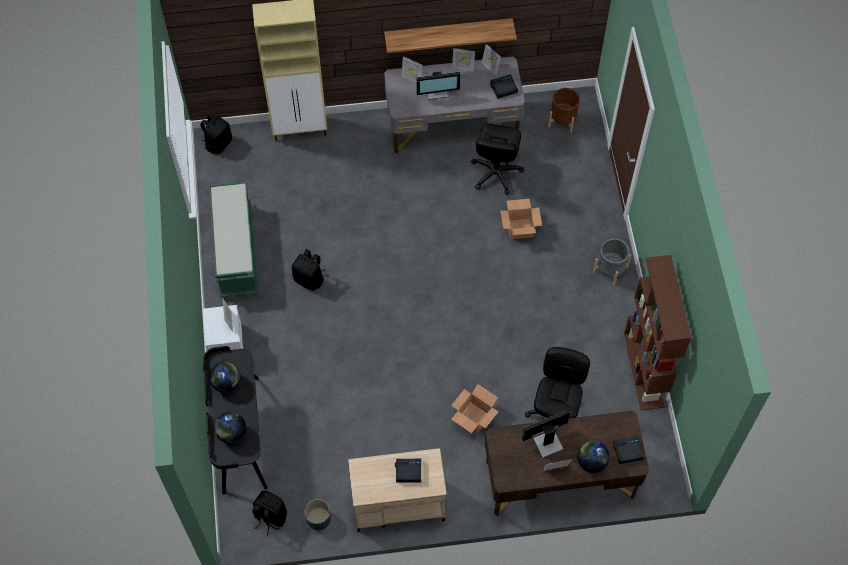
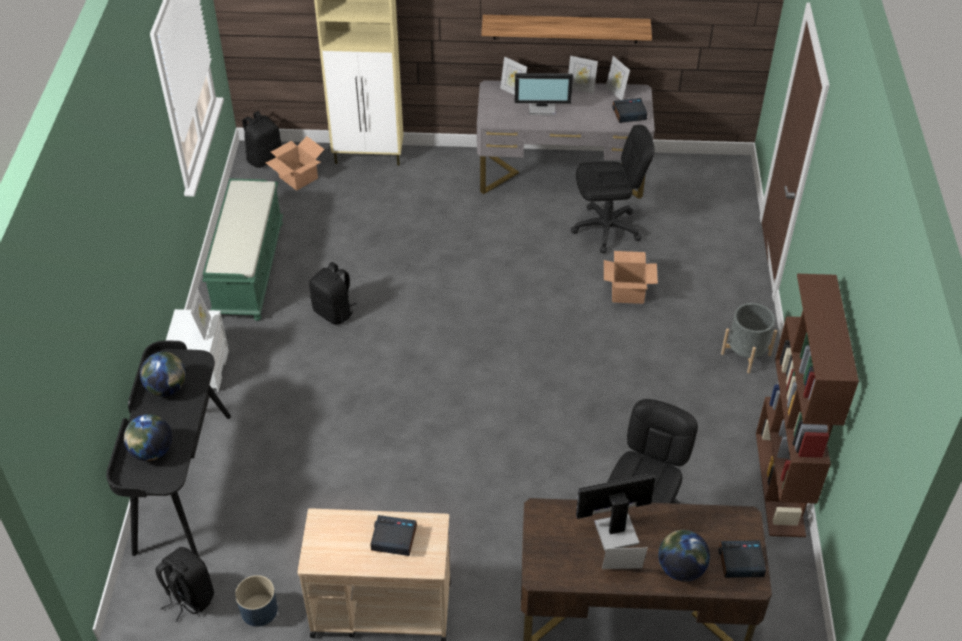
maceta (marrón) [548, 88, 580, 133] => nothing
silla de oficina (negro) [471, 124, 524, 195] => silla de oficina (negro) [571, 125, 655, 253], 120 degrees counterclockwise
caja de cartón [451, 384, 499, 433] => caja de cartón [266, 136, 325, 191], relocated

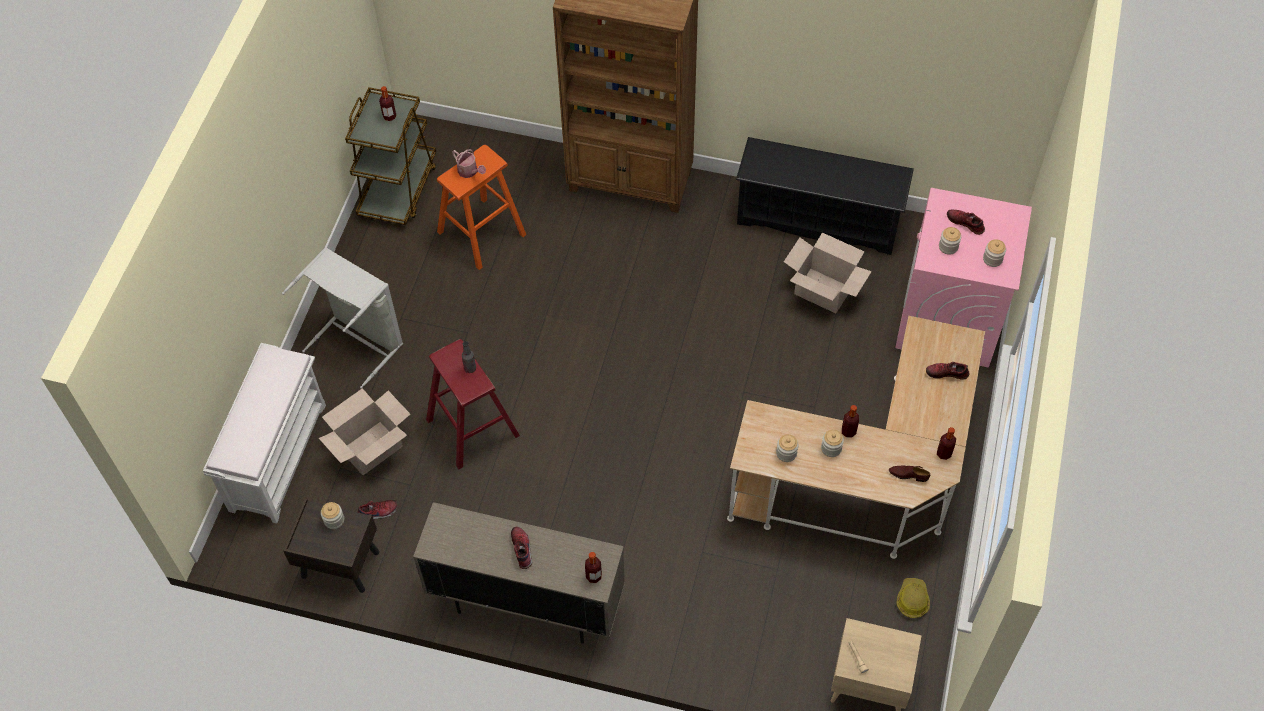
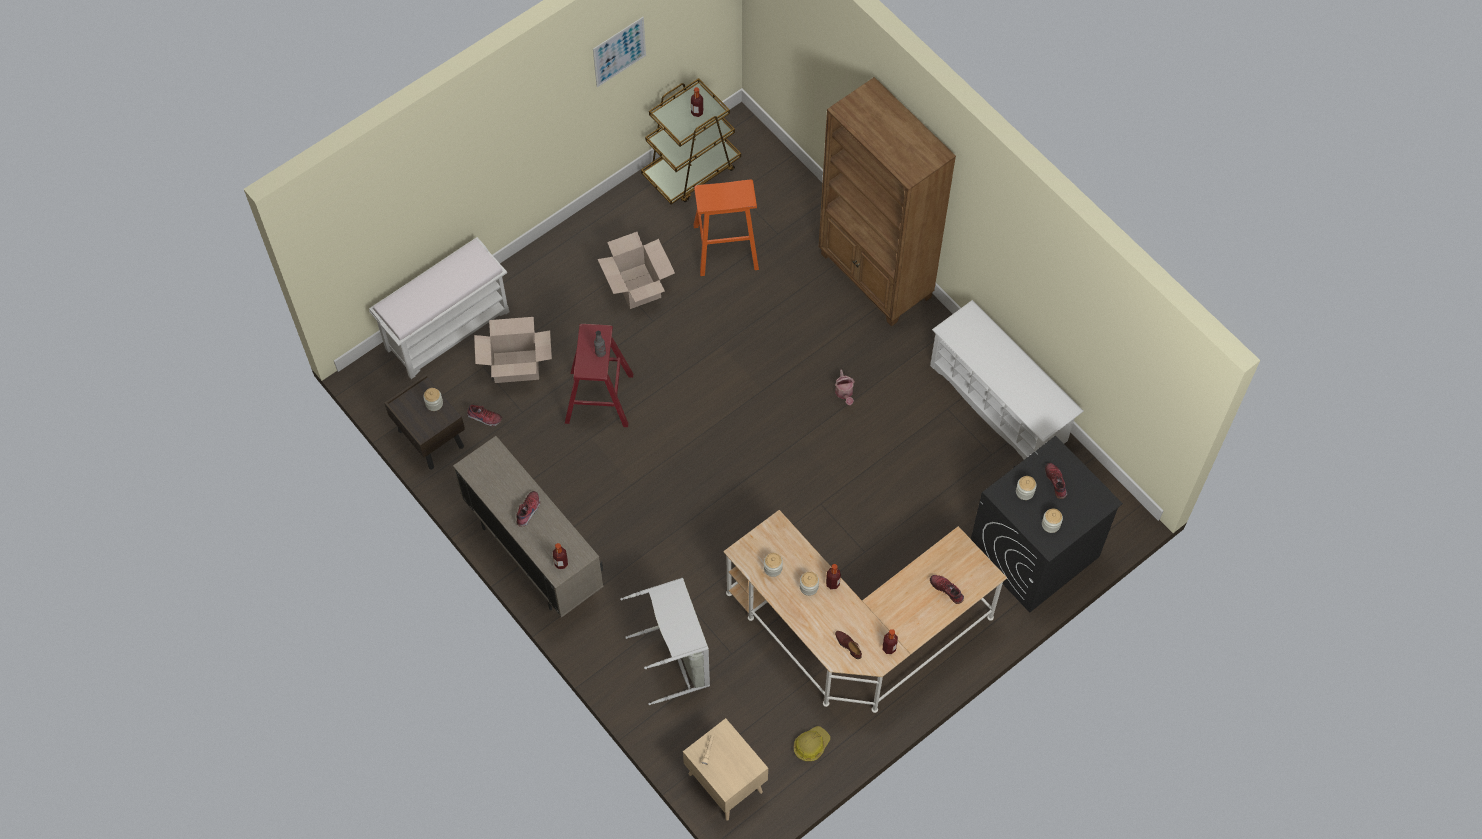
zapatero (negro) [736, 137, 914, 255] => zapatero (blanco) [930, 300, 1084, 460]
regadera [452, 149, 486, 178] => regadera [835, 370, 855, 405], relocated
lavadora (rosa) [895, 188, 1032, 368] => lavadora (negro) [971, 436, 1123, 613]
caja de cartón [784, 233, 872, 313] => caja de cartón [598, 232, 675, 309], relocated
cesto de la ropa (gris) [282, 247, 403, 389] => cesto de la ropa (gris) [620, 578, 710, 705], relocated
nothing => cuadro [593, 17, 646, 87]

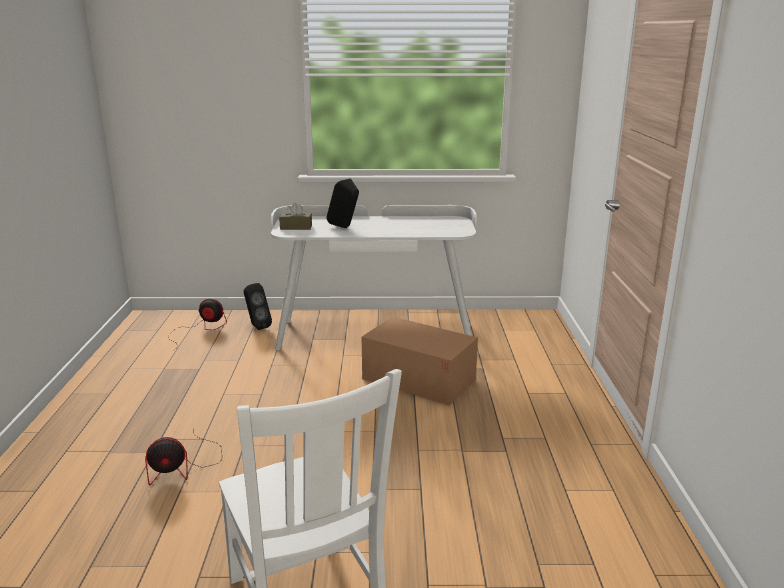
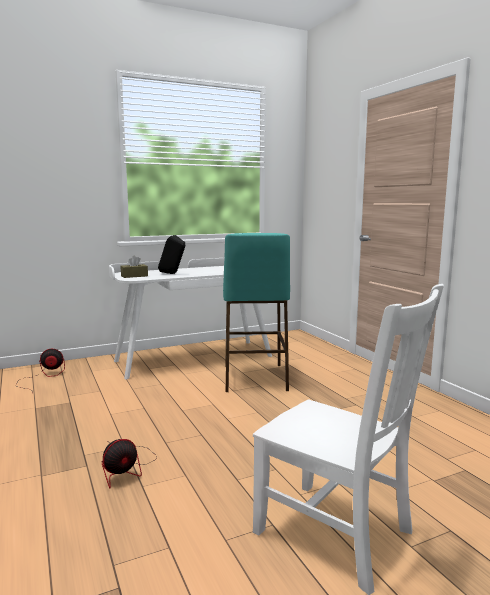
altavoz (negro) [243, 283, 272, 330] => nothing
caja de cartón [362, 317, 478, 405] => taburete (turquesa) [223, 233, 290, 392]

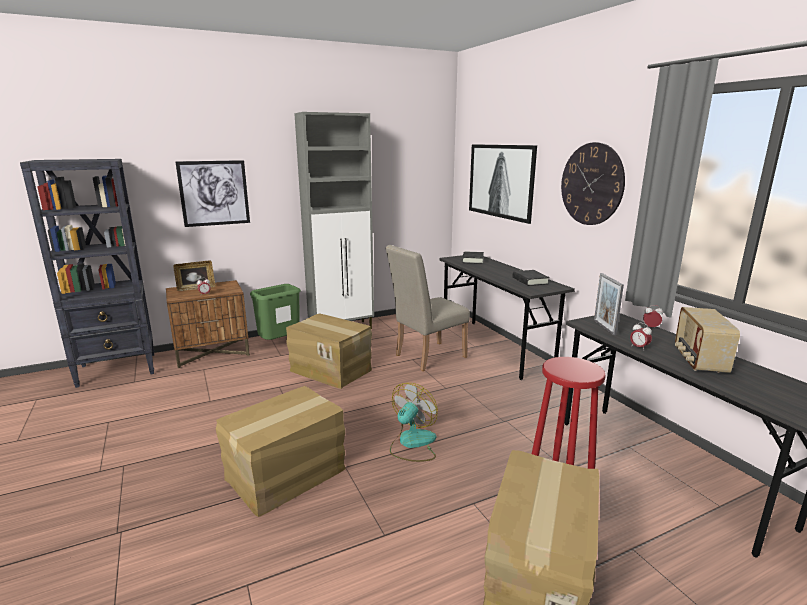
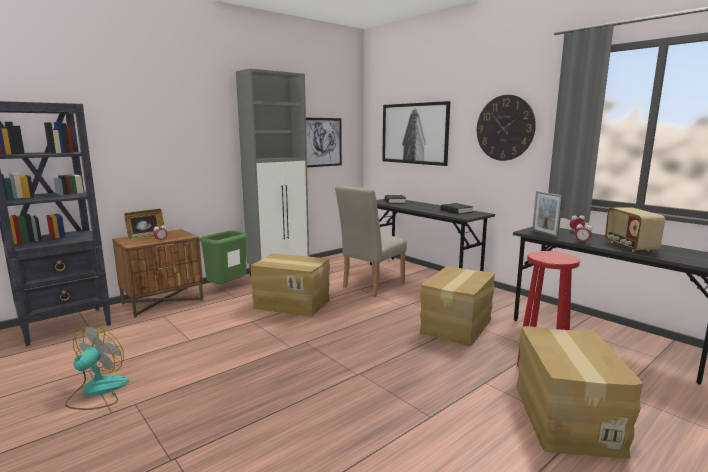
cuadro [176, 160, 250, 227] => cuadro [306, 118, 342, 167], relocated
ventilador [390, 383, 438, 462] => ventilador [65, 326, 129, 410], relocated
caja de cartón [216, 386, 346, 517] => caja de cartón [420, 266, 495, 346], relocated

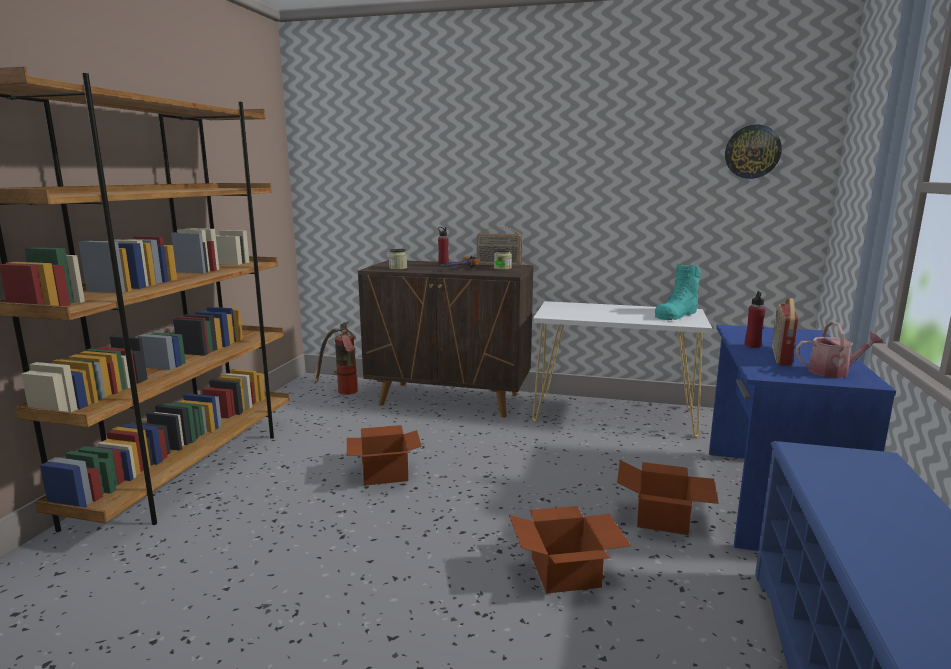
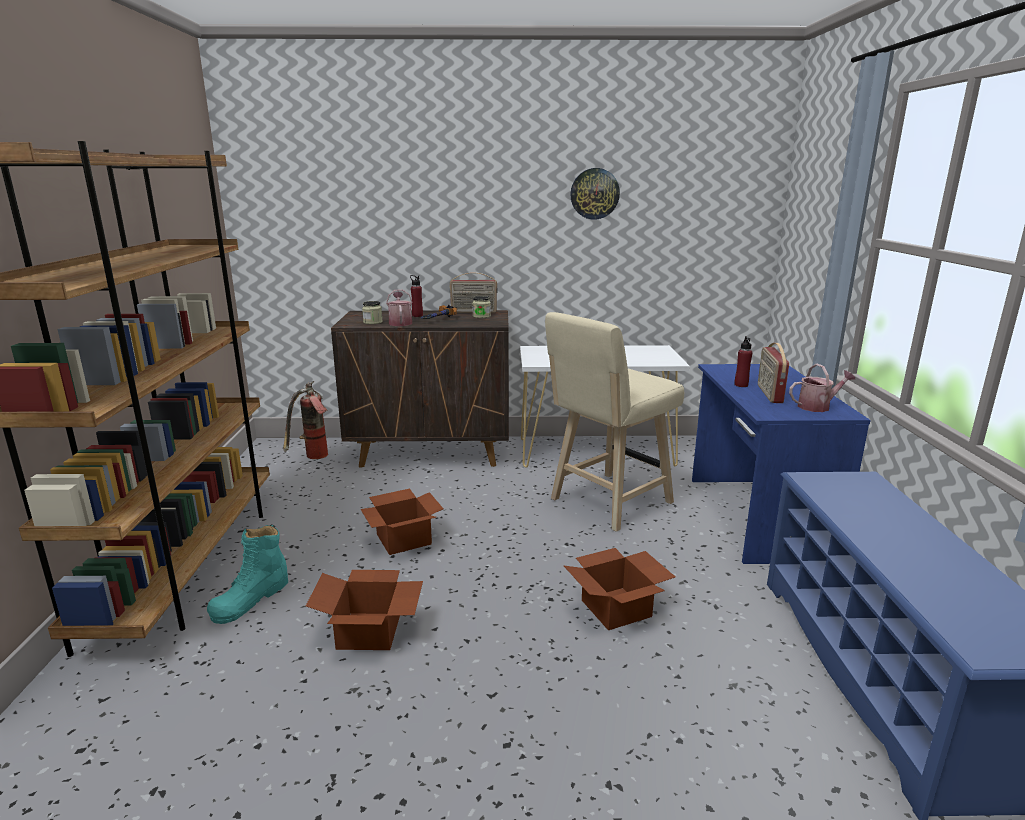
reloj de pared [725, 125, 782, 179] => reloj de pared [570, 168, 620, 219], relocated
bota (turquesa) [655, 263, 701, 320] => bota (turquesa) [207, 525, 288, 624], relocated
caja de cartón [617, 460, 719, 535] => caja de cartón [306, 570, 423, 650], relocated
nothing => regadera [386, 289, 413, 326]
nothing => taburete (beis) [545, 312, 684, 532]

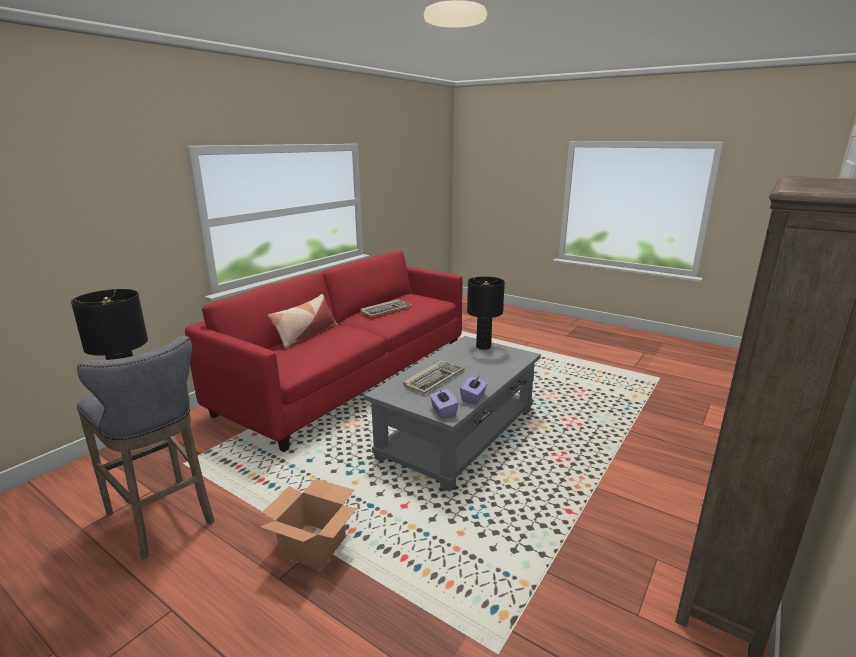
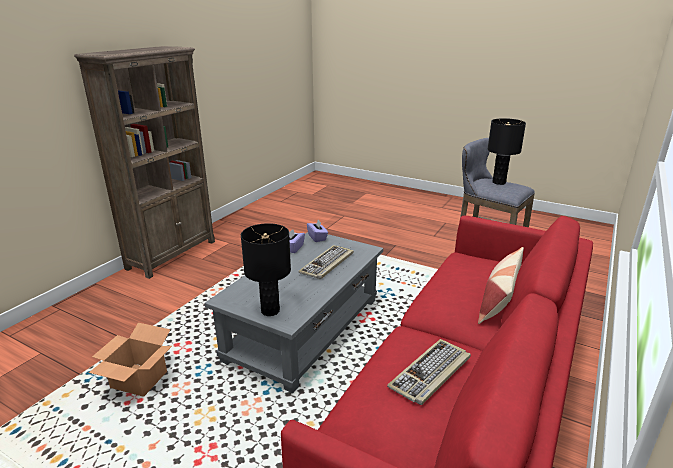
caja de cartón [260, 479, 357, 570] => caja de cartón [89, 323, 172, 397], relocated

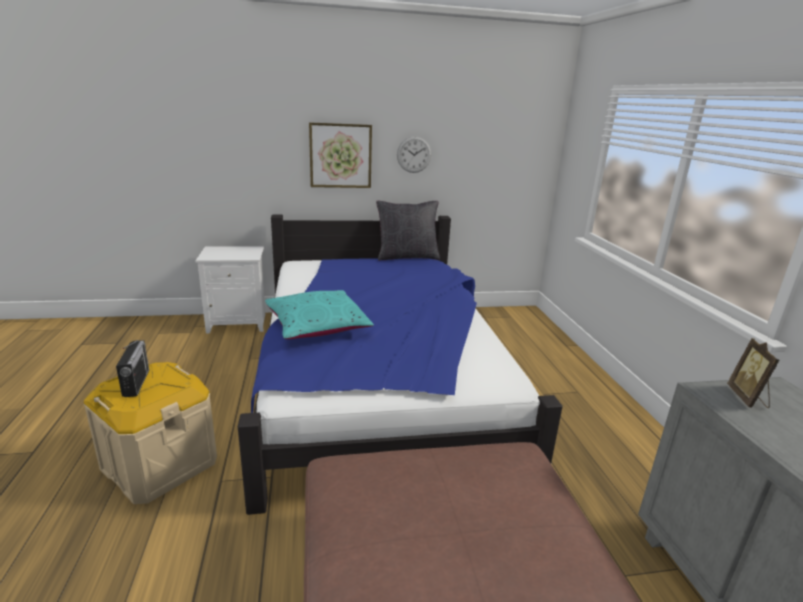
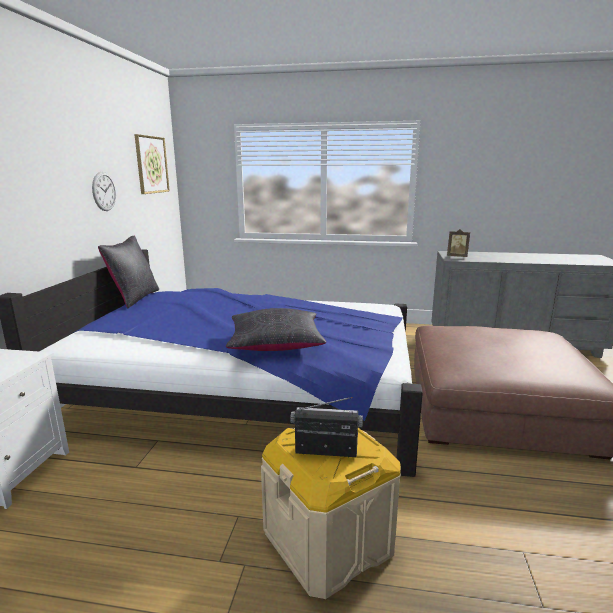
cuadro [309, 122, 372, 188] => cuadro [134, 134, 170, 194], relocated
cojín (turquesa) [265, 290, 374, 339] => cojín (negro) [226, 308, 326, 351]

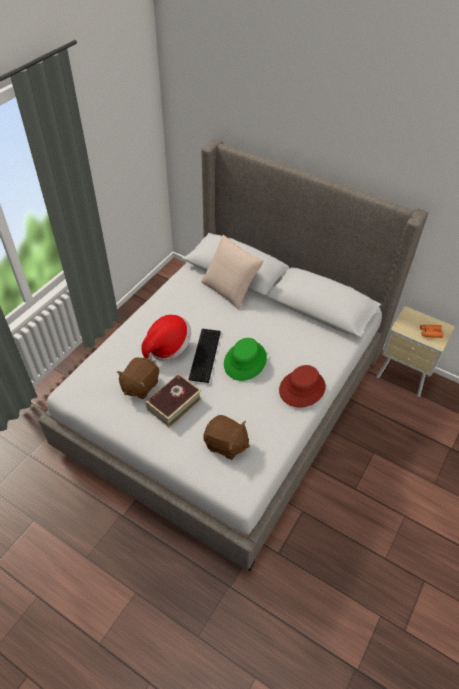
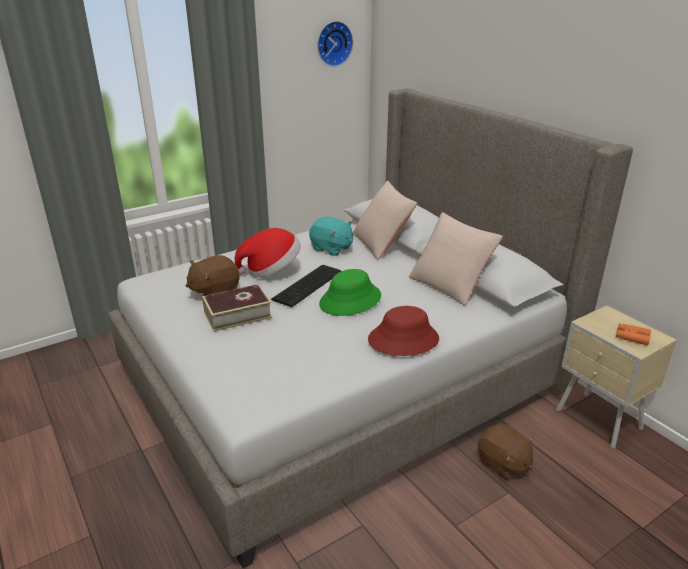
peluche (marrón) [203, 415, 250, 460] => peluche (marrón) [478, 424, 534, 480], relocated
nothing => reloj de pared [317, 21, 353, 66]
nothing => cojín (beis) [409, 212, 503, 306]
nothing => peluche (turquesa) [309, 217, 353, 256]

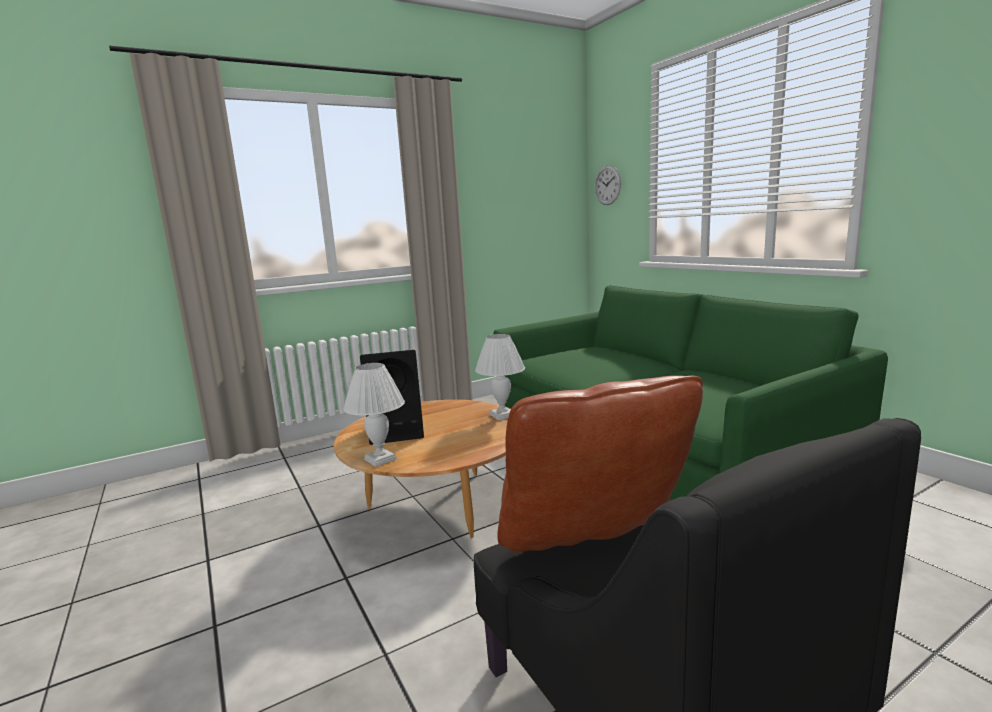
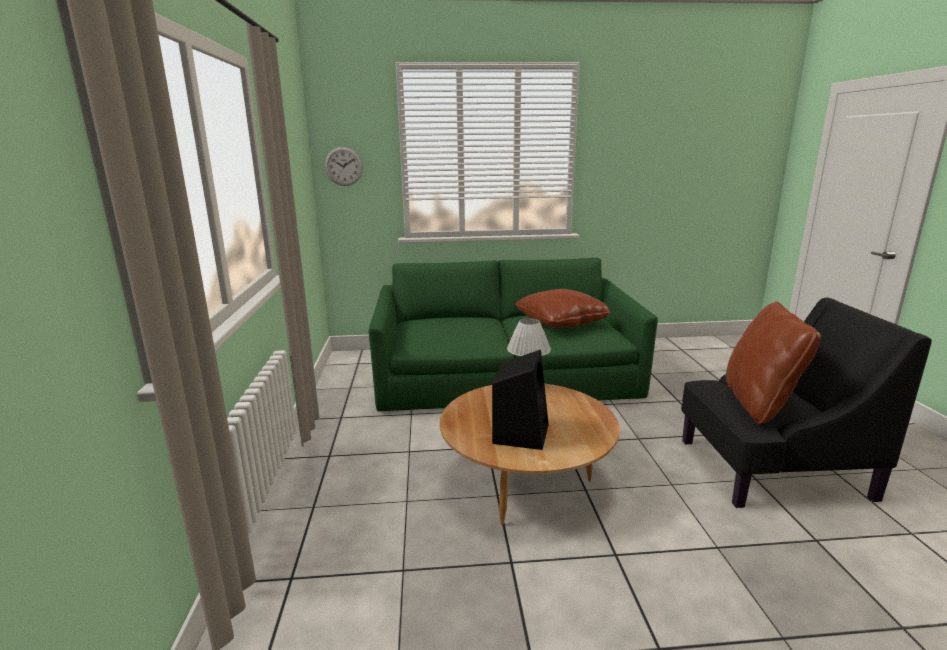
lámpara de mesa (blanco) [343, 363, 405, 467] => nothing
nothing => cojín (marrón) [515, 289, 611, 328]

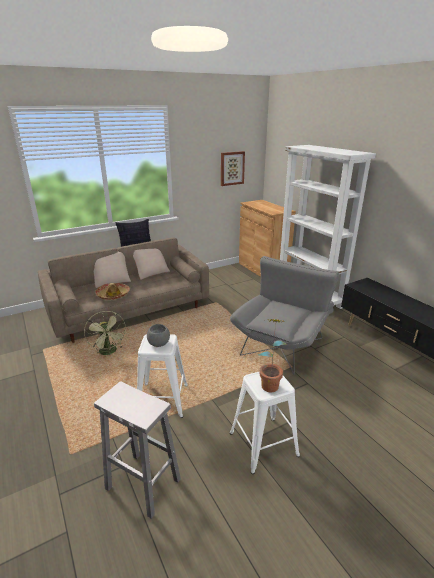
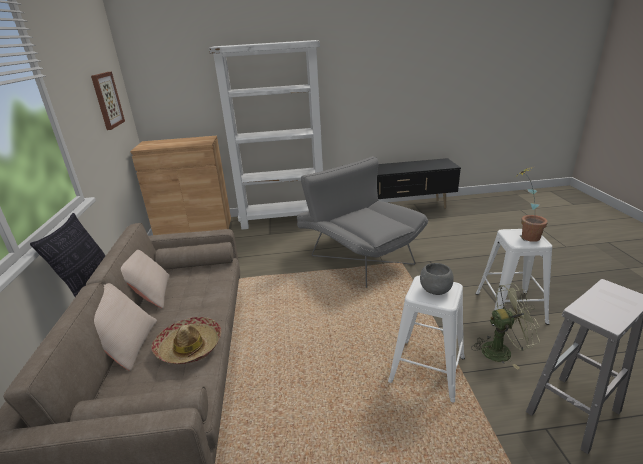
ventilador (verde) [84, 311, 127, 355] => ventilador (verde) [471, 283, 540, 370], relocated

